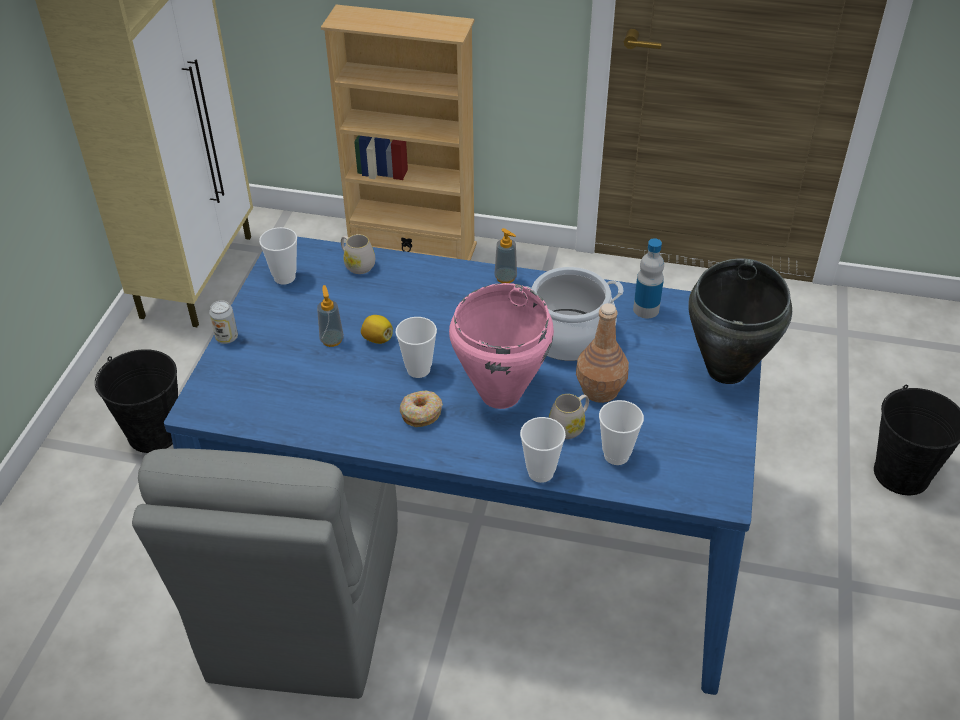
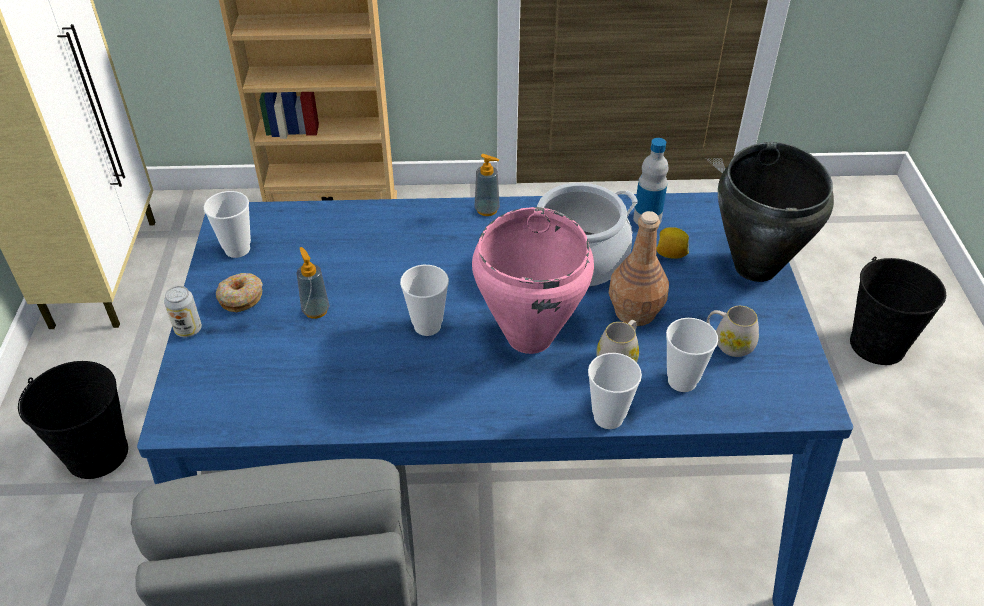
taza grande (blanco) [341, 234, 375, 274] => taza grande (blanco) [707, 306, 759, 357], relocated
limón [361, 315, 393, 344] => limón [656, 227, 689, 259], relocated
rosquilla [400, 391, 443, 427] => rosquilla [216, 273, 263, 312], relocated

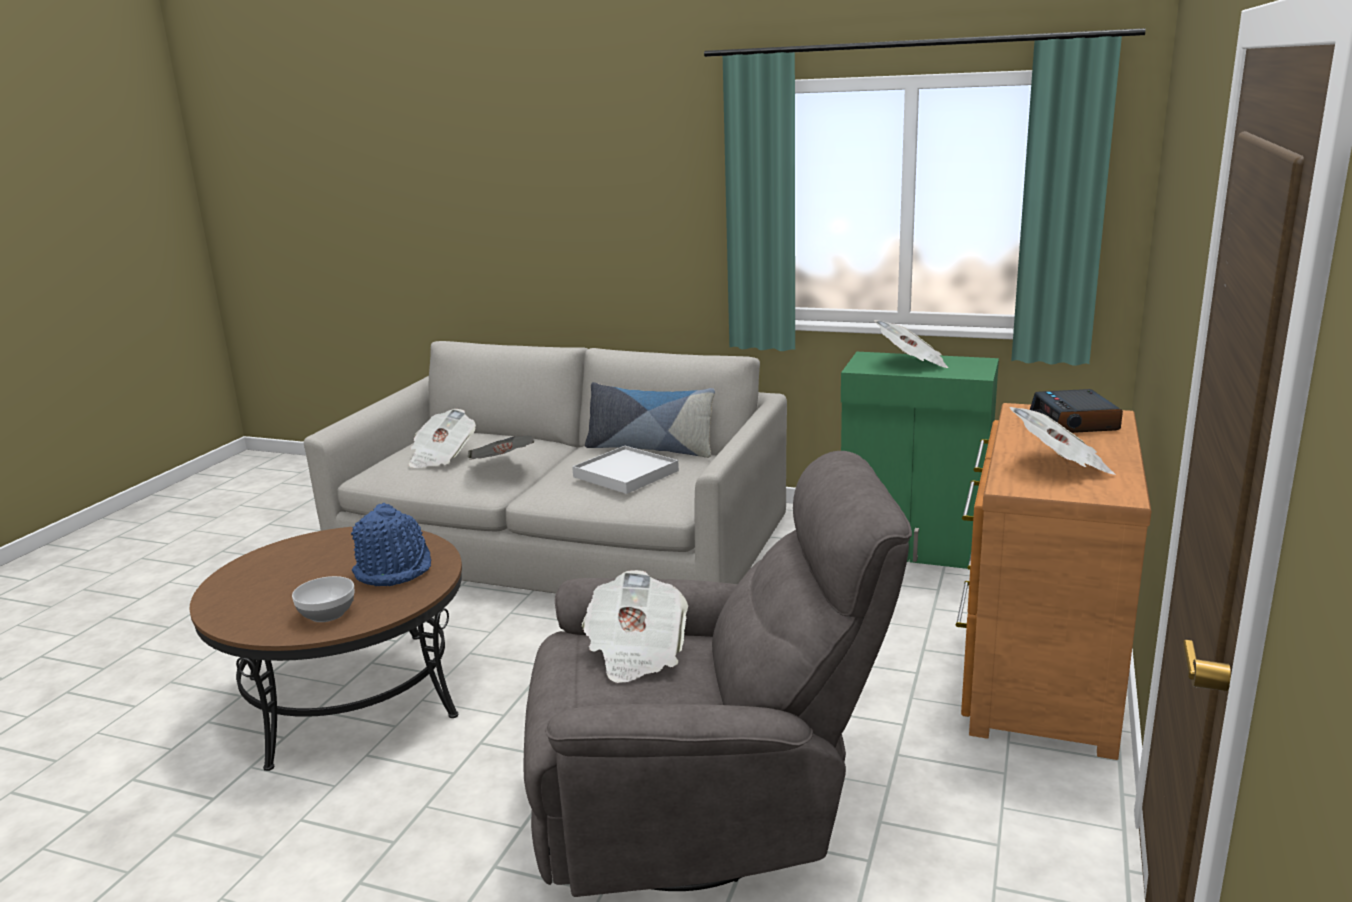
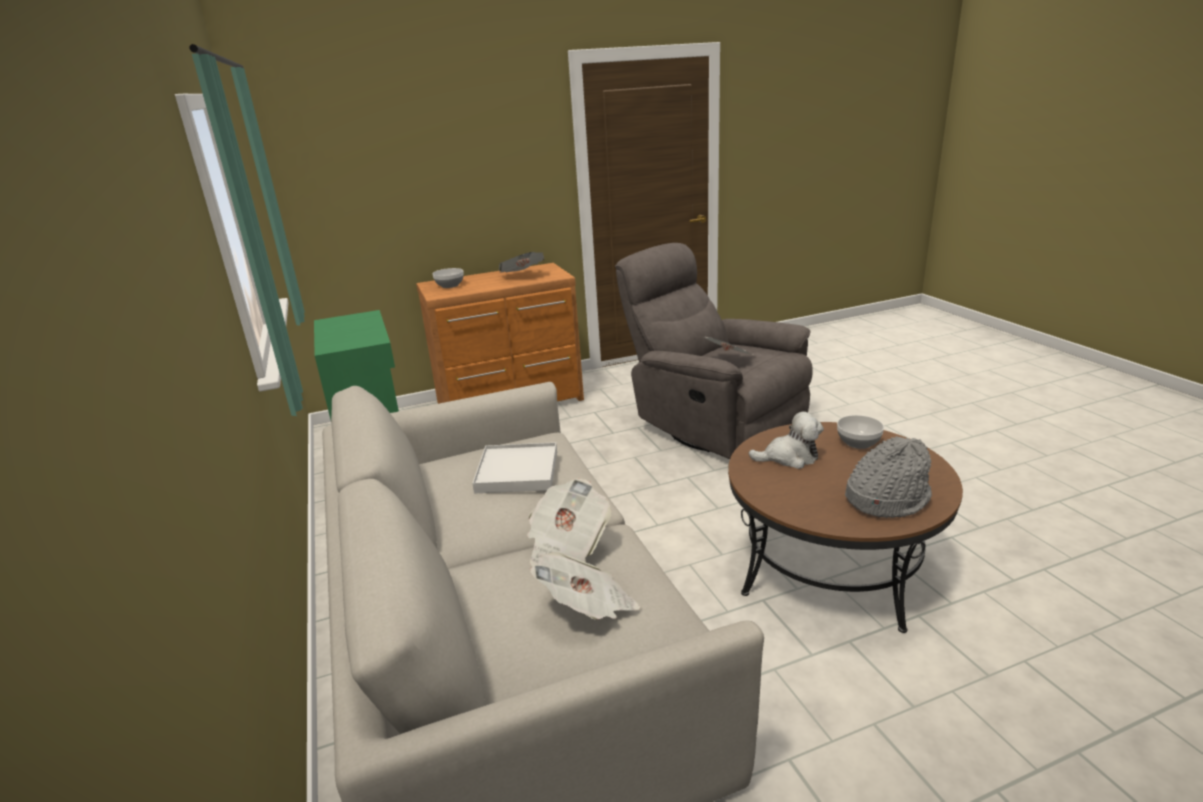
periódico [874, 320, 948, 368] => nothing
cojín [585, 382, 715, 458] => nothing
despertador [1030, 389, 1123, 433] => cuenco [433, 268, 464, 288]
sombrero (azul) [351, 503, 431, 586] => peluche [749, 411, 824, 469]
nothing => sombrero (gris) [845, 436, 932, 518]

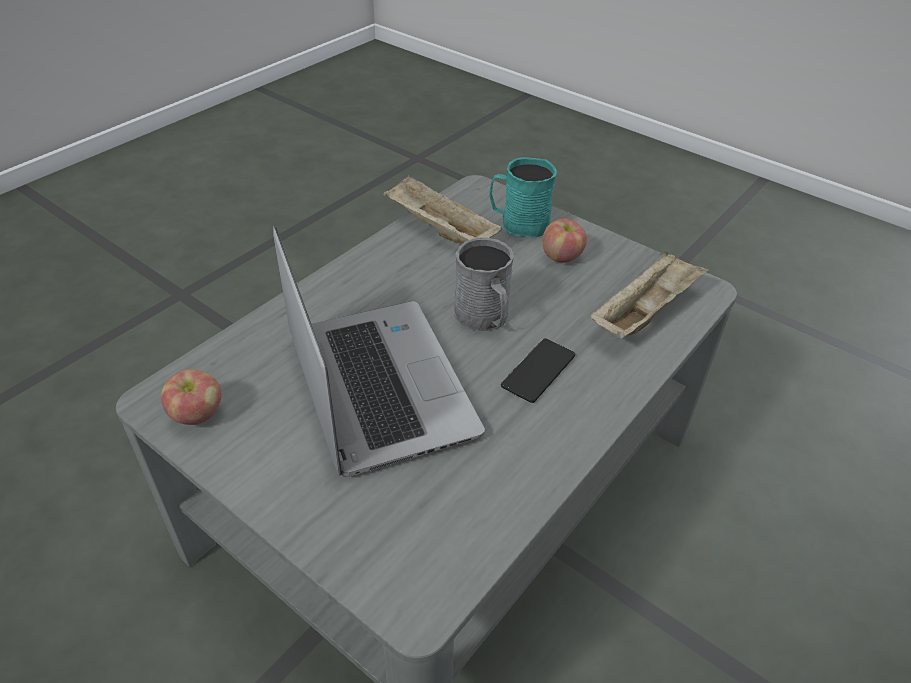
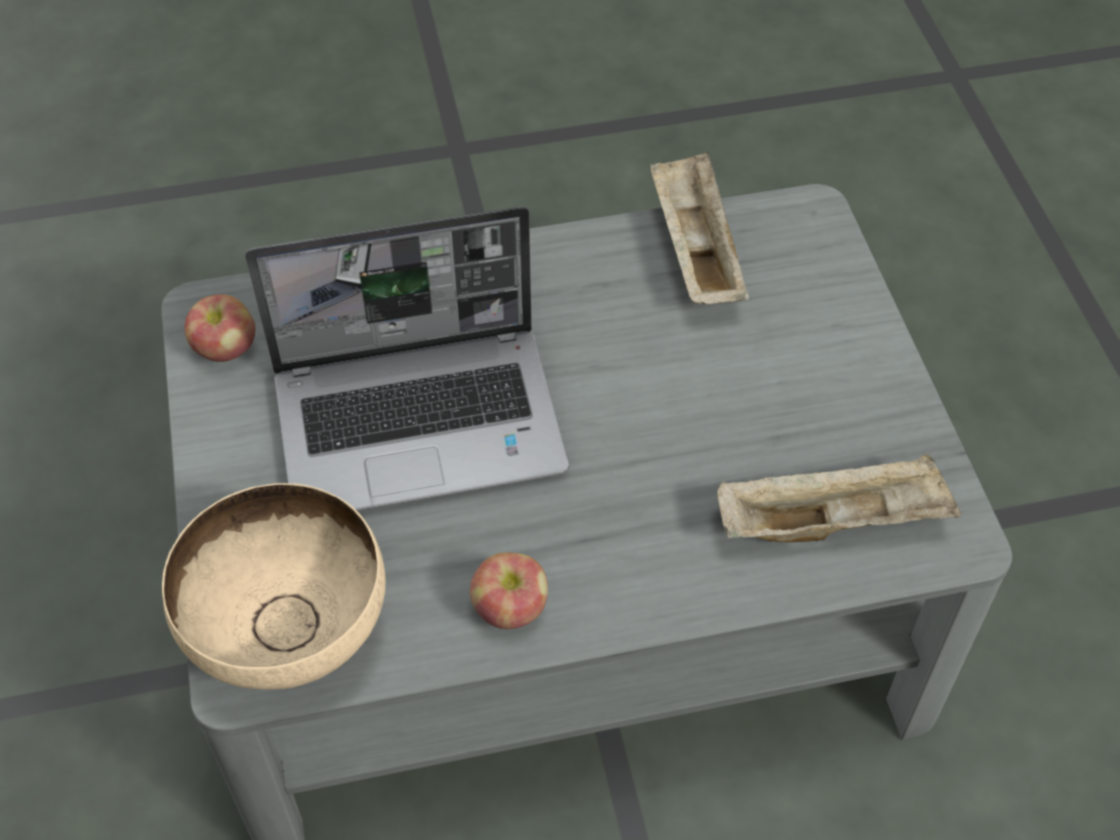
taza grande (turquesa) [489, 157, 557, 238] => nothing
manzana [542, 219, 587, 263] => manzana [470, 552, 548, 629], relocated
portátil [273, 225, 485, 477] => portátil [245, 207, 569, 510], 60 degrees clockwise
taza grande (gris) [454, 238, 514, 331] => nothing
móvil [501, 338, 575, 403] => nothing
nothing => cuenco (beis) [162, 483, 386, 690]

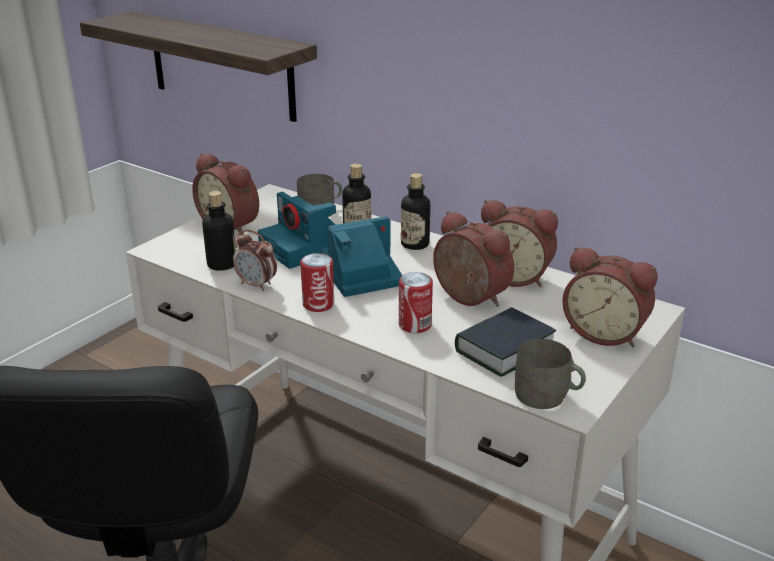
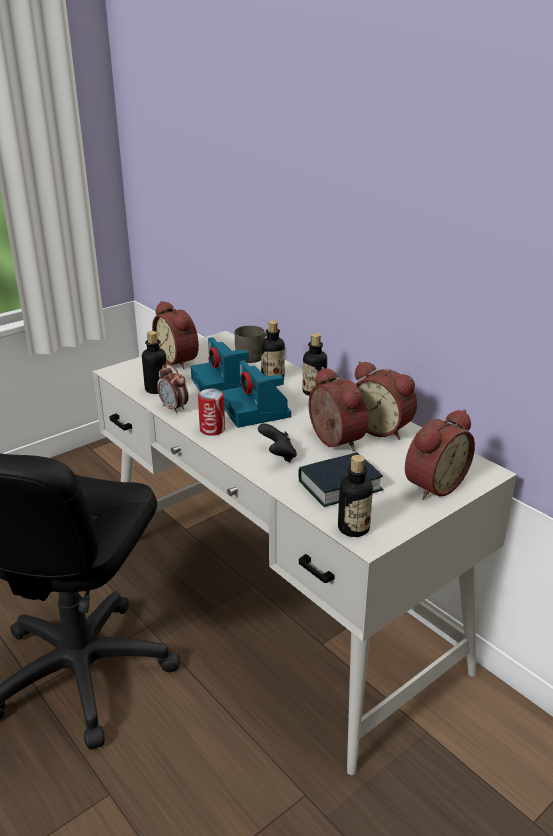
estante [80, 11, 317, 122] => nothing
cámara [321, 216, 403, 297] => cámara [222, 361, 291, 428], 105 degrees counterclockwise
despertador [562, 247, 658, 348] => despertador [405, 409, 475, 500], 90 degrees counterclockwise
lata [399, 272, 433, 333] => mando de consola (negro) [258, 423, 297, 462]
taza grande (gris) [515, 339, 586, 409] => botella [338, 455, 373, 537]

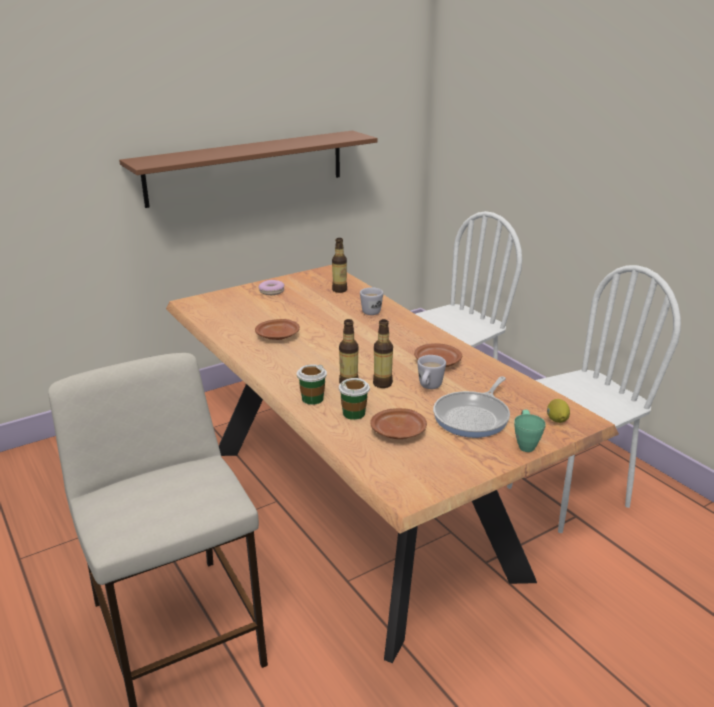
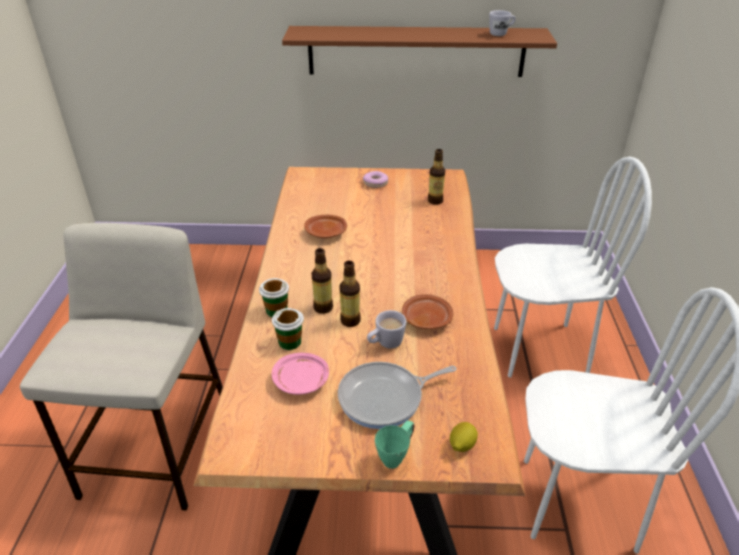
taza grande (blanco) [360, 287, 383, 315] => taza grande (blanco) [489, 10, 516, 36], relocated
plato (marrón) [370, 408, 427, 439] => plato (rosa) [272, 353, 329, 395]

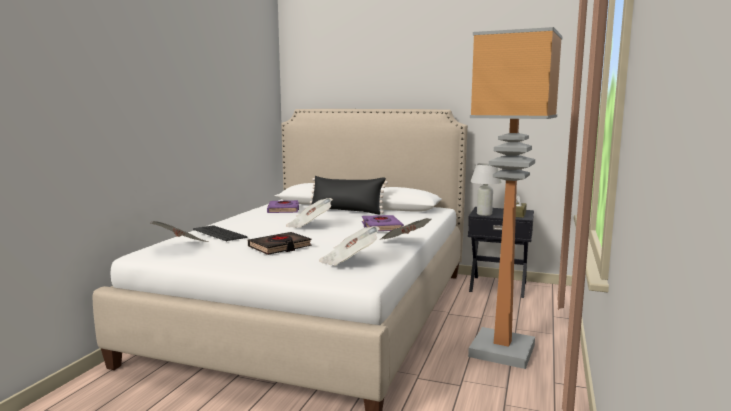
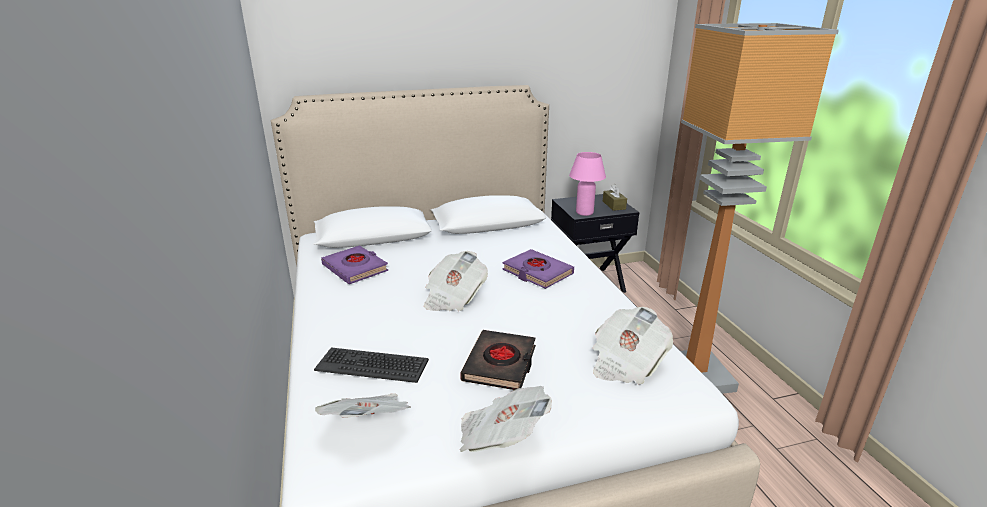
lámpara de mesa (blanco) [470, 163, 502, 216] => lámpara de mesa (rosa) [569, 152, 606, 216]
cojín (negro) [308, 176, 388, 215] => nothing
periódico [380, 218, 432, 240] => periódico [460, 386, 552, 452], relocated

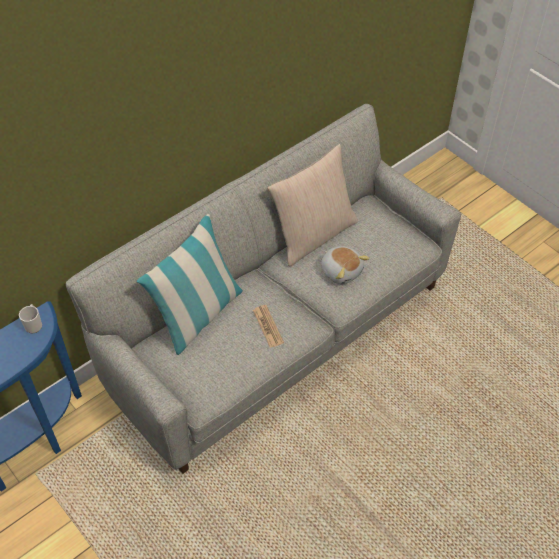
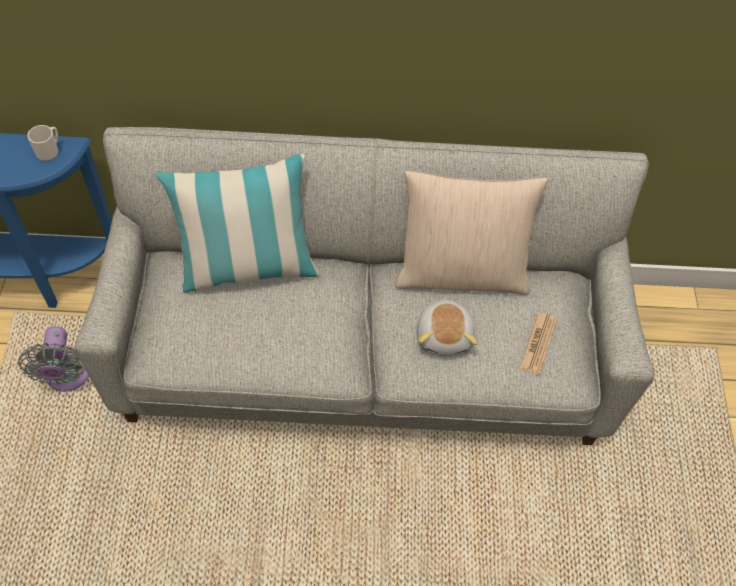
periódico [253, 305, 284, 348] => periódico [519, 313, 558, 375], relocated
nothing => ventilador (gris) [18, 326, 89, 392]

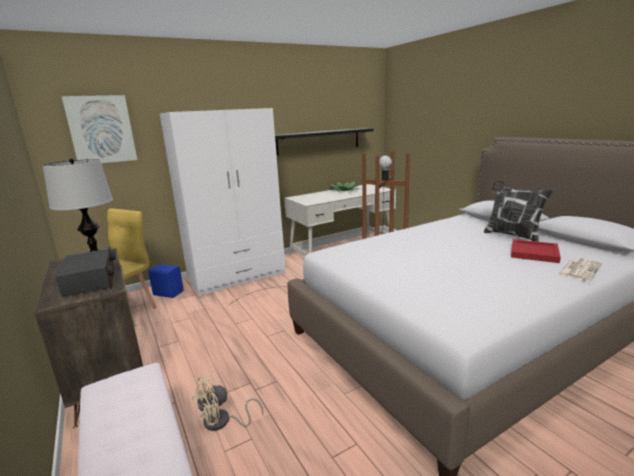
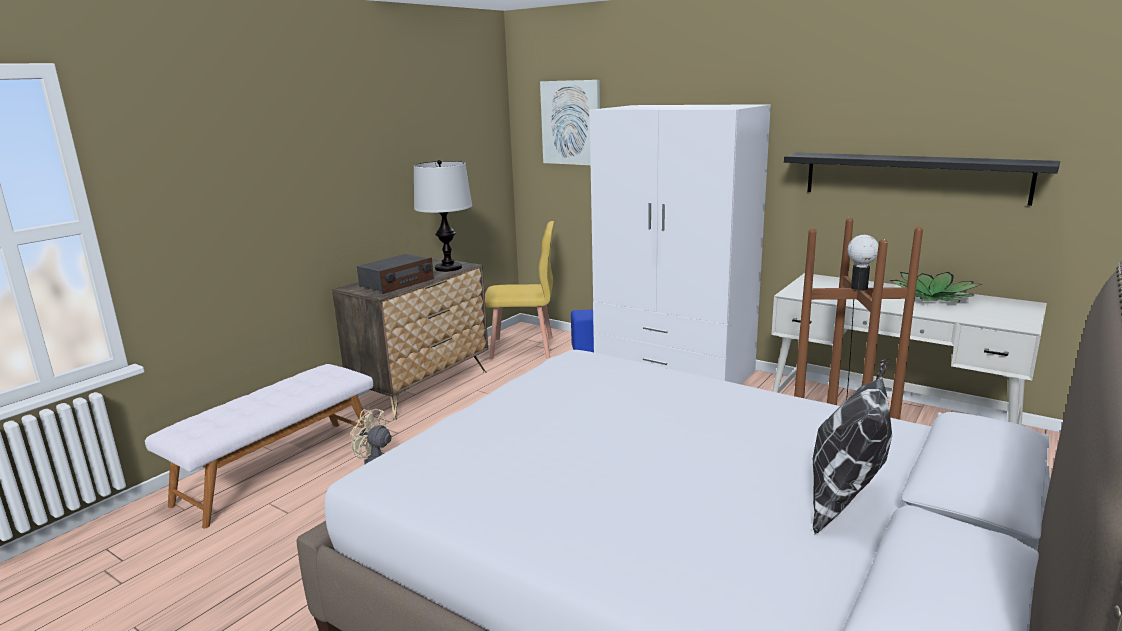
bandeja (rojo) [511, 239, 561, 263] => nothing
periódico [557, 257, 602, 281] => nothing

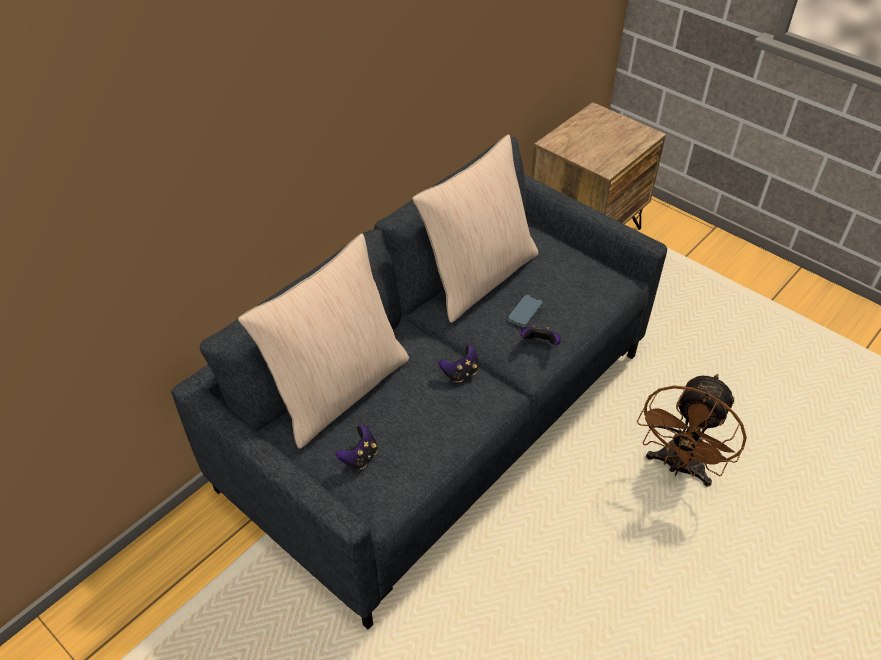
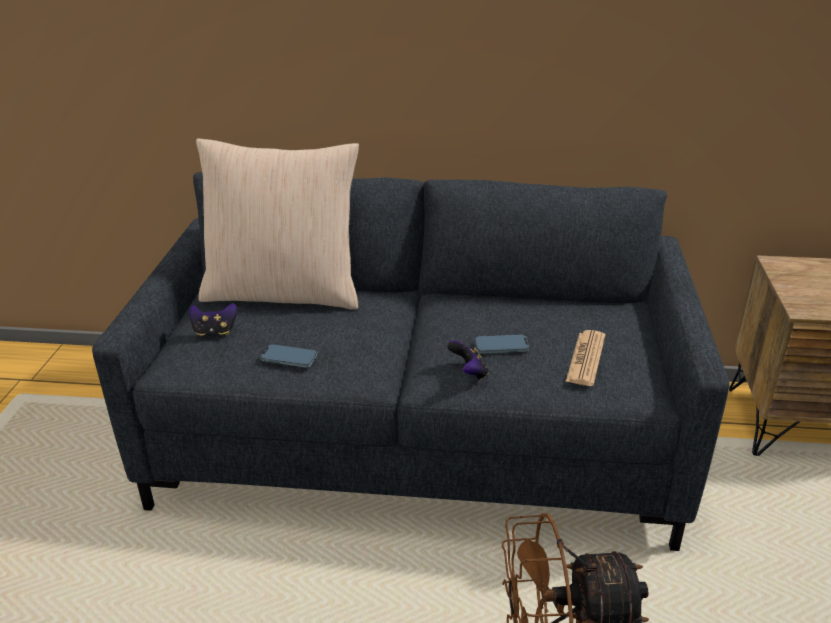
cojín (beis) [412, 134, 538, 323] => nothing
mando de consola [439, 345, 479, 383] => nothing
nothing => periódico [565, 330, 605, 386]
nothing => móvil [260, 344, 318, 368]

